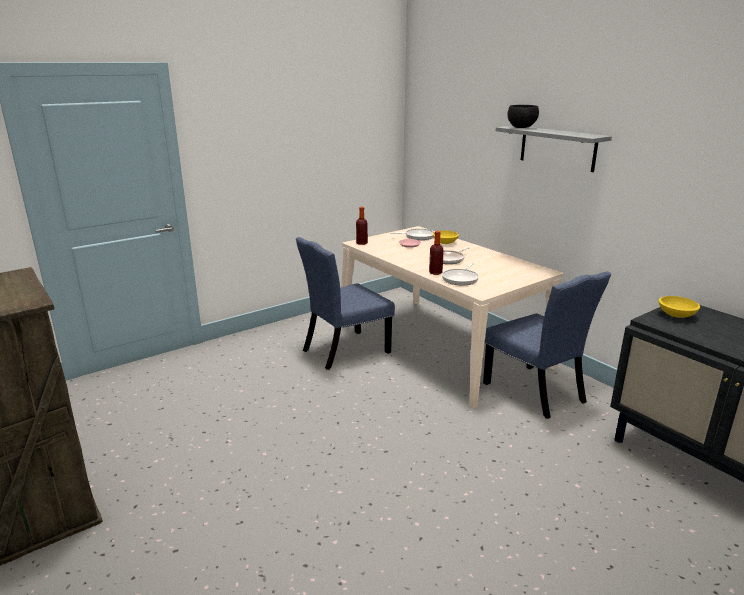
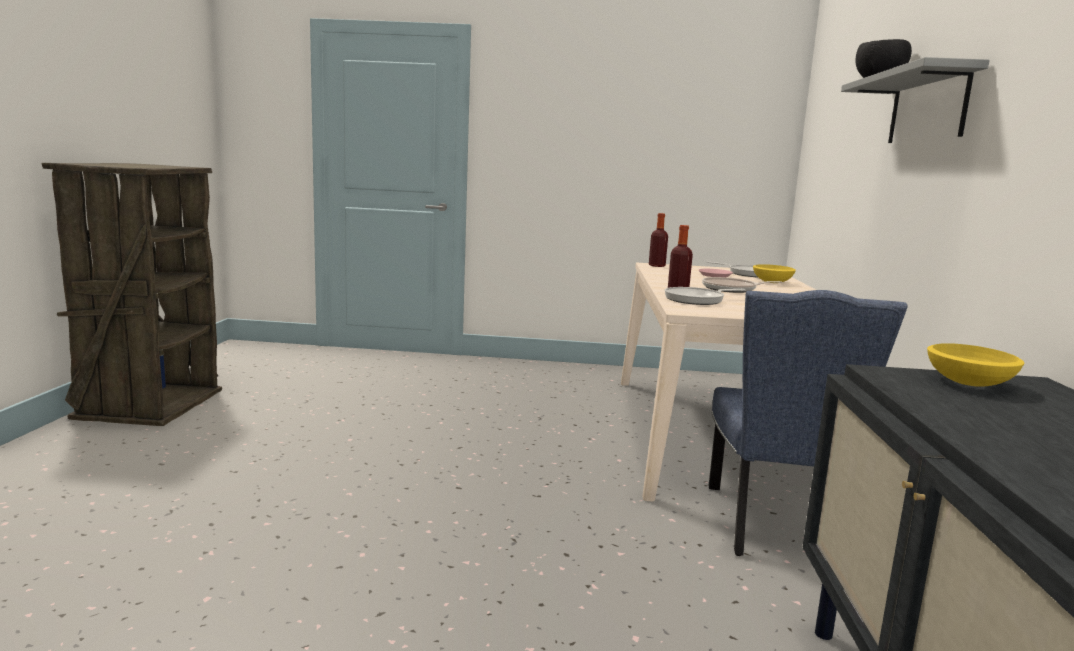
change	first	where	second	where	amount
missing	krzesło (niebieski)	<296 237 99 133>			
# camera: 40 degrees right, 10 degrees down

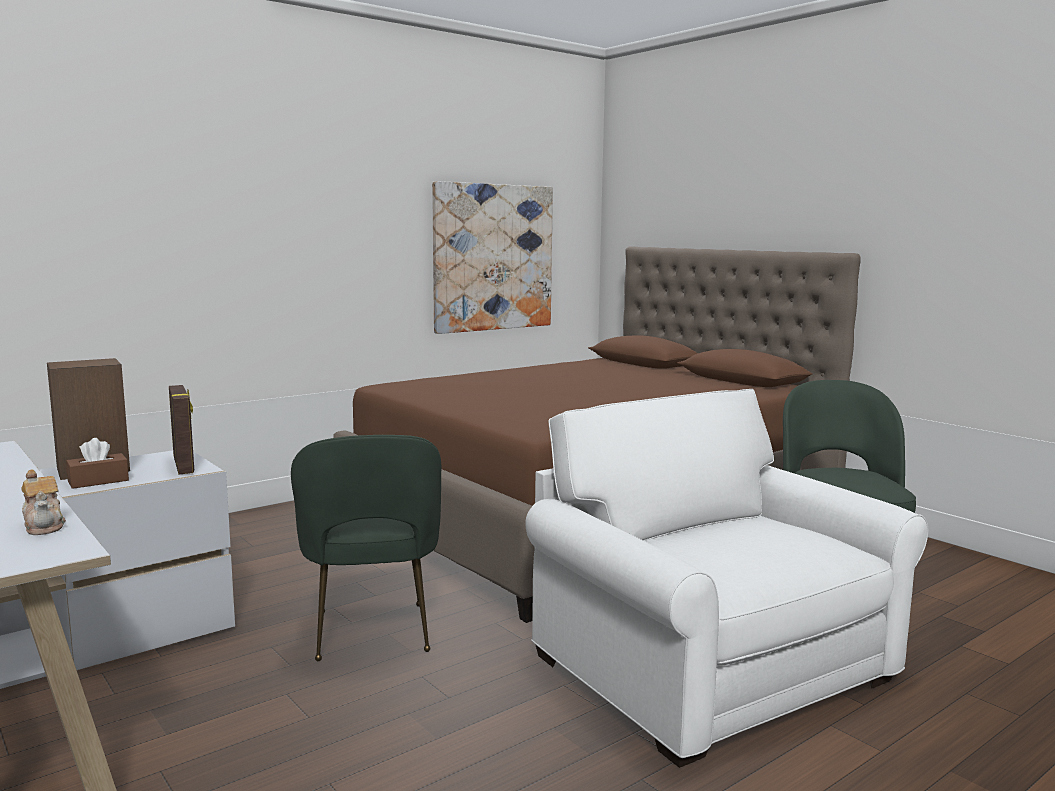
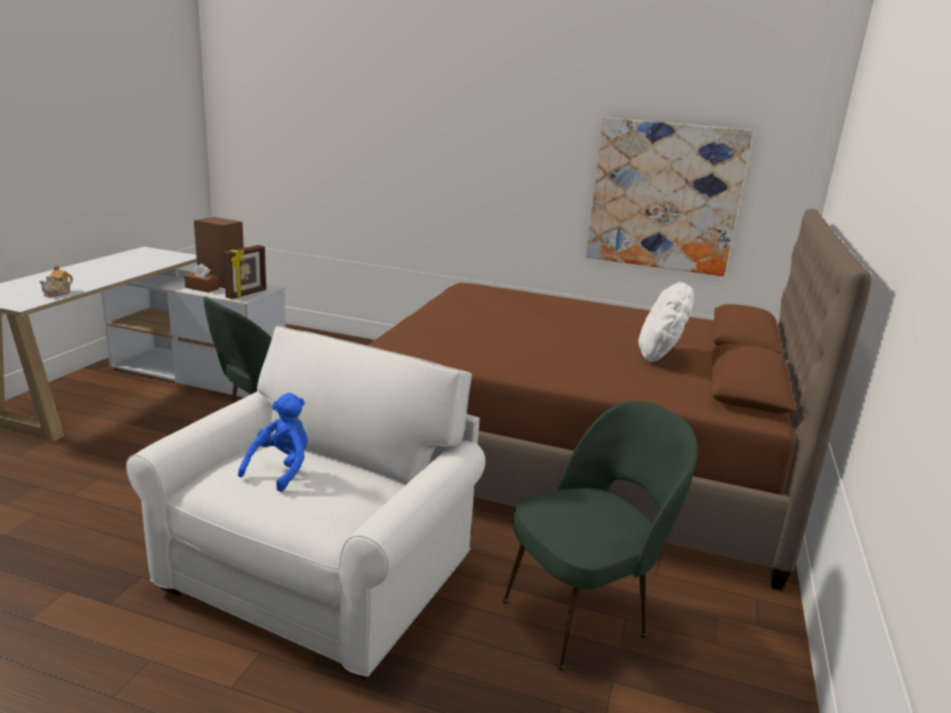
change	first	where	second	where	amount
appeared			pluszak (niebieski)	<238 393 70 99>	
appeared			poduszka (biały)	<638 282 56 80>	
# camera: 55 degrees right, 10 degrees up

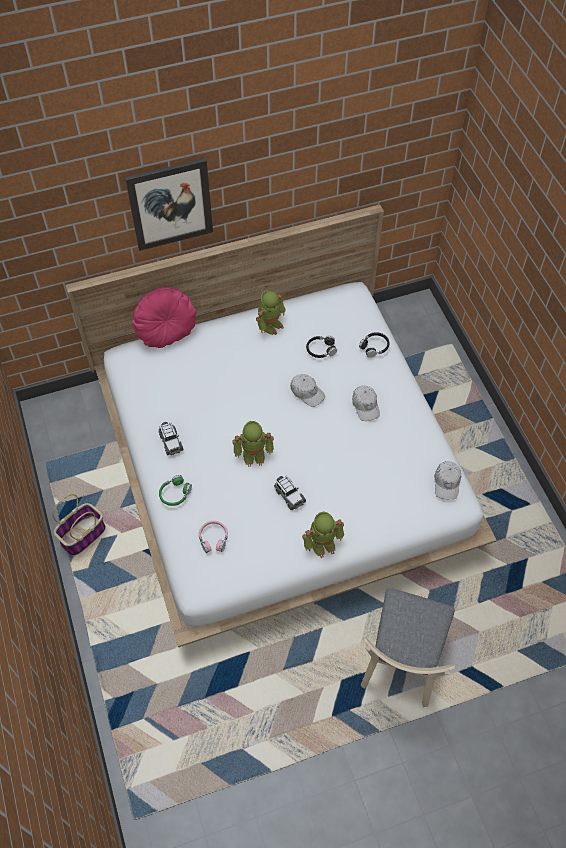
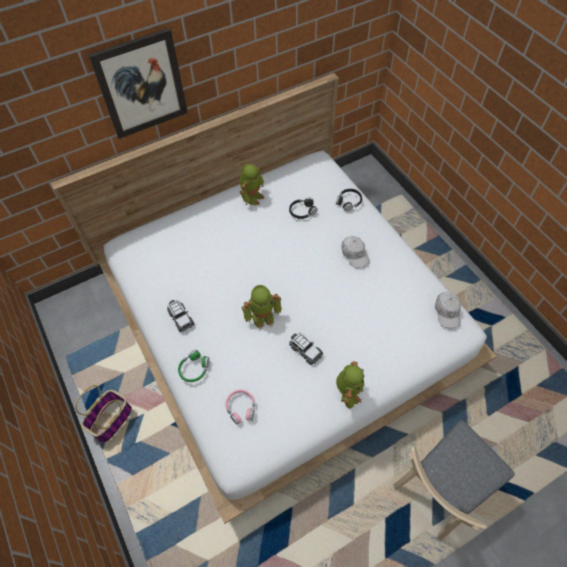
change	first	where	second	where	amount
missing	poduszka (różowy)	<132 287 64 61>			
missing	czapka z daszkiem (biały)	<290 374 35 33>			
spun	robot zabawkowy	<302 511 42 47>		<336 361 29 48>	45 degrees counterclockwise
spun	krzesło (beżowy)	<361 588 95 119>		<393 420 122 121>	45 degrees clockwise
# camera: 10 degrees left, 0 degrees up

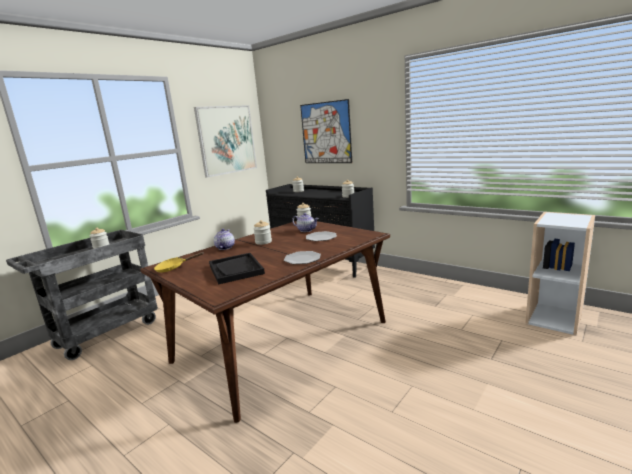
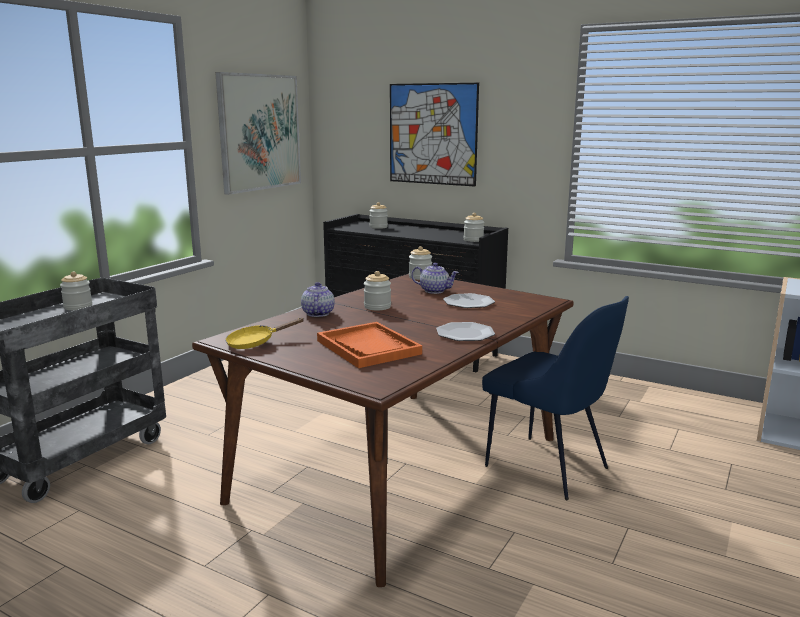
change	first	where	second	where	amount
appeared			krzesło (niebieski)	<482 296 147 204>	
colour	taca (czarny)	<209 253 56 31>	taca (pomarańczowy)	<317 322 105 46>	
# camera: 10 degrees left, 0 degrees up

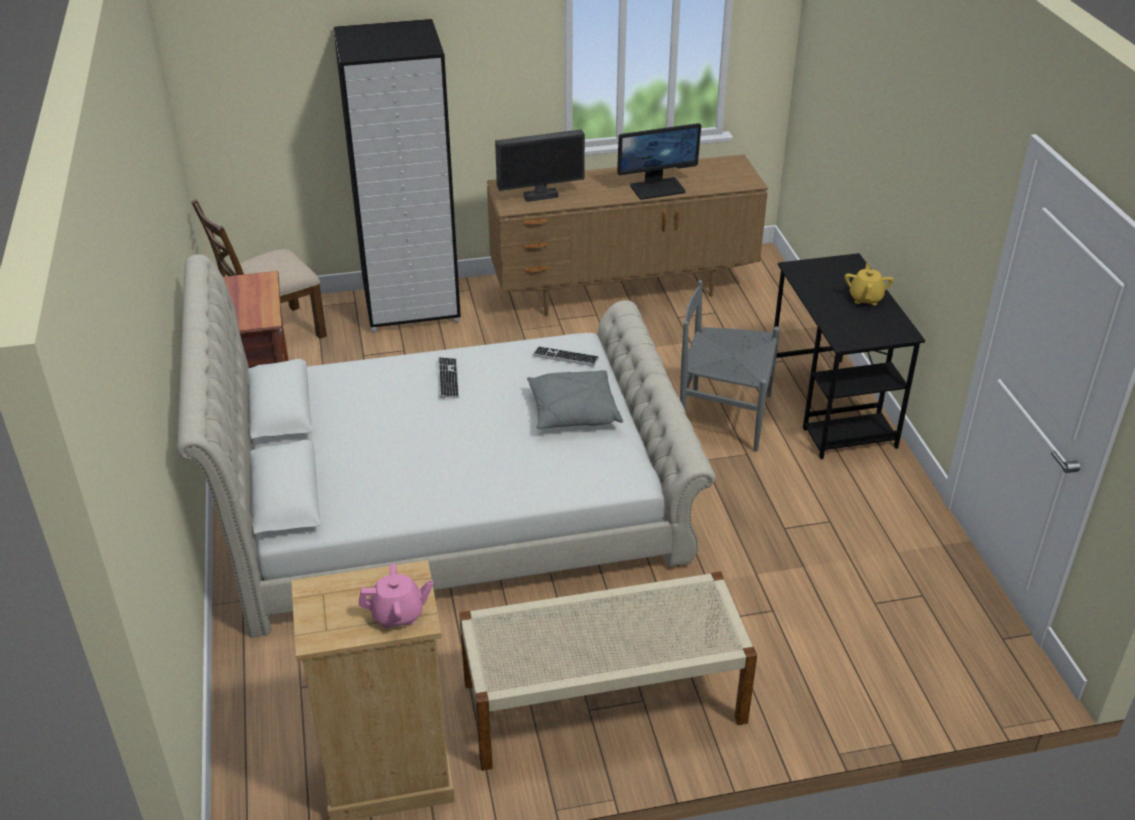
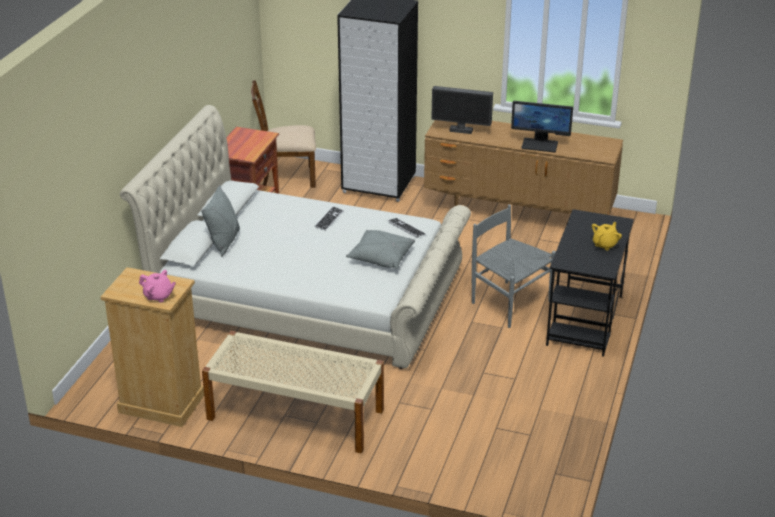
change	first	where	second	where	amount
appeared			poduszka (szary)	<201 185 39 72>	
# camera: 30 degrees right, 5 degrees down

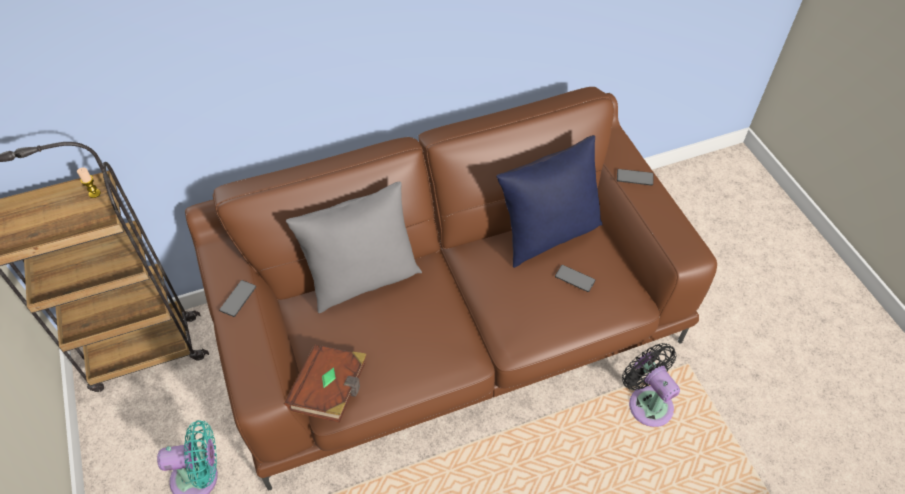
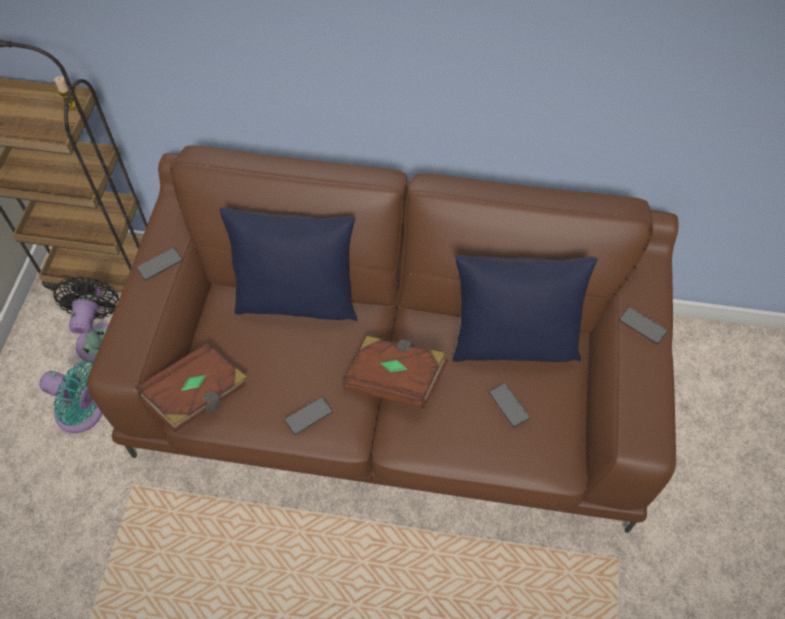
change	first	where	second	where	amount
appeared			telefon	<285 397 48 38>	
appeared			książka (brązowy)	<343 336 104 73>	
relocated	wentylator (czarny)	<622 343 58 84>		<53 276 66 87>	
colour	poduszka (szary)	<286 182 136 131>	poduszka (niebieski)	<219 207 138 114>	
# camera: 30 degrees right, 5 degrees up

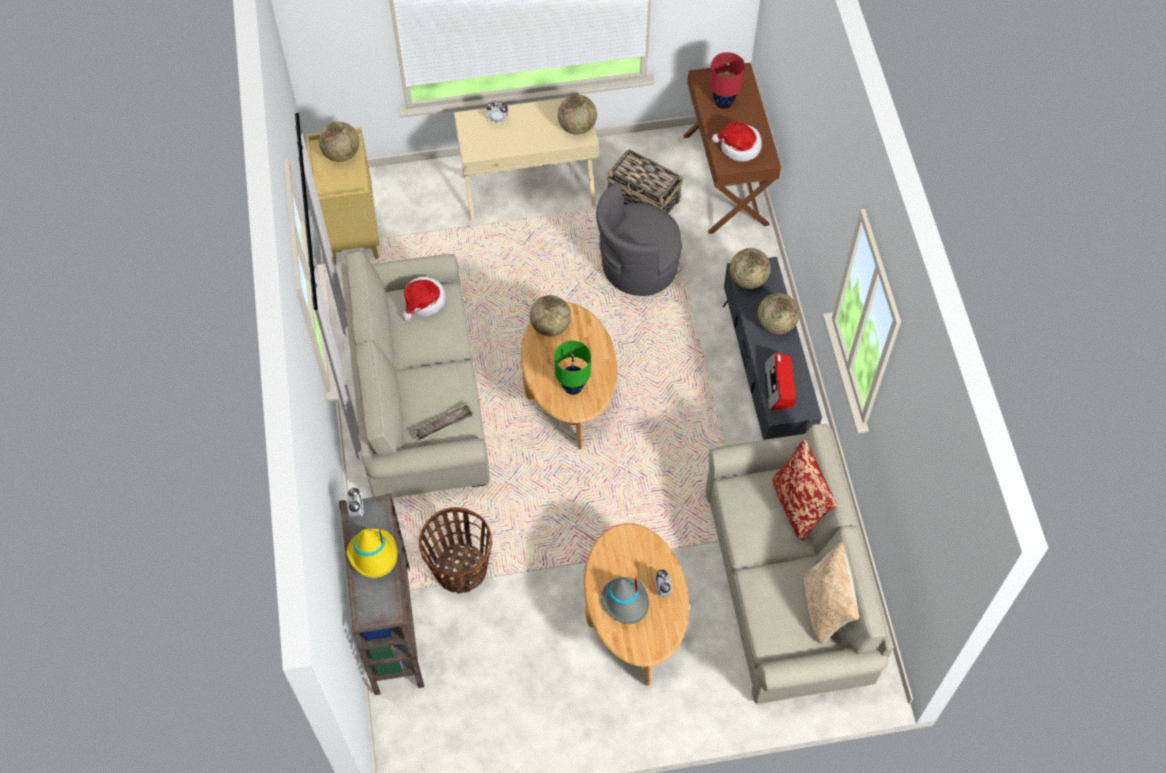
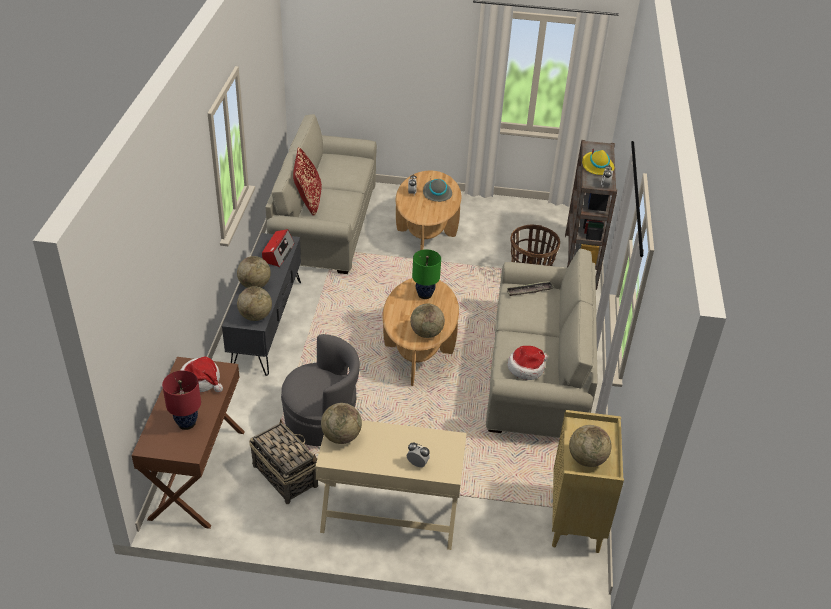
change	first	where	second	where	amount
missing	poduszka (beżowy)	<804 542 55 102>			
# camera: 165 degrees left, 20 degrees down

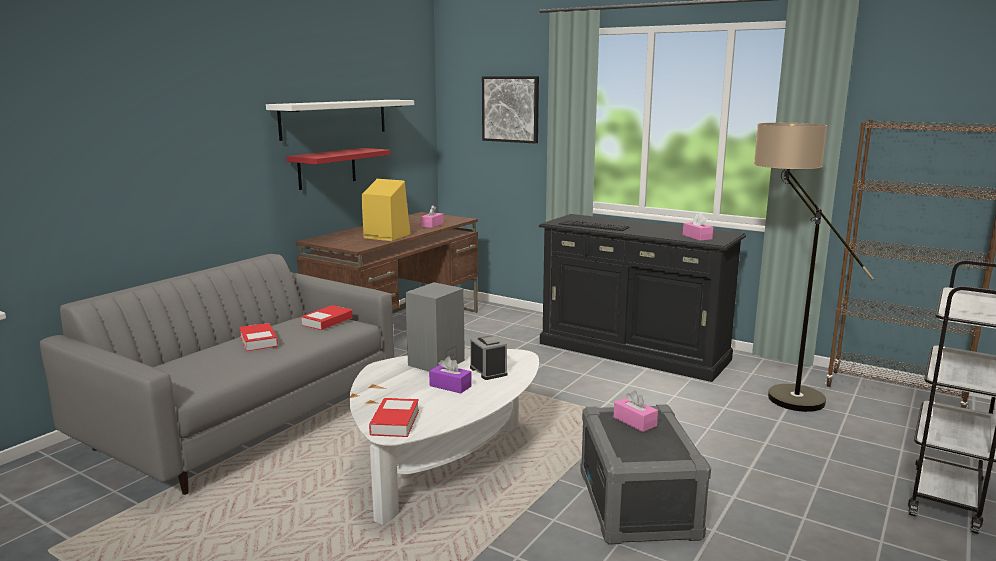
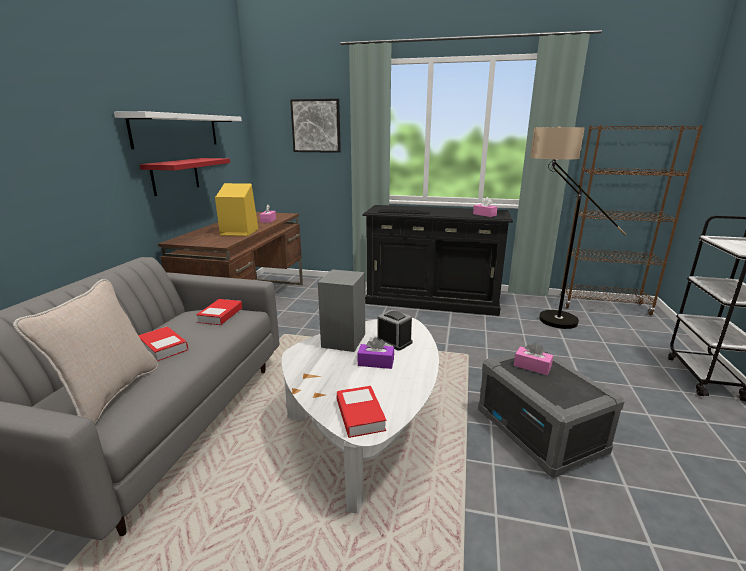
change	first	where	second	where	amount
appeared			poduszka (beżowy)	<13 279 145 145>	
# camera: 20 degrees left, 5 degrees up

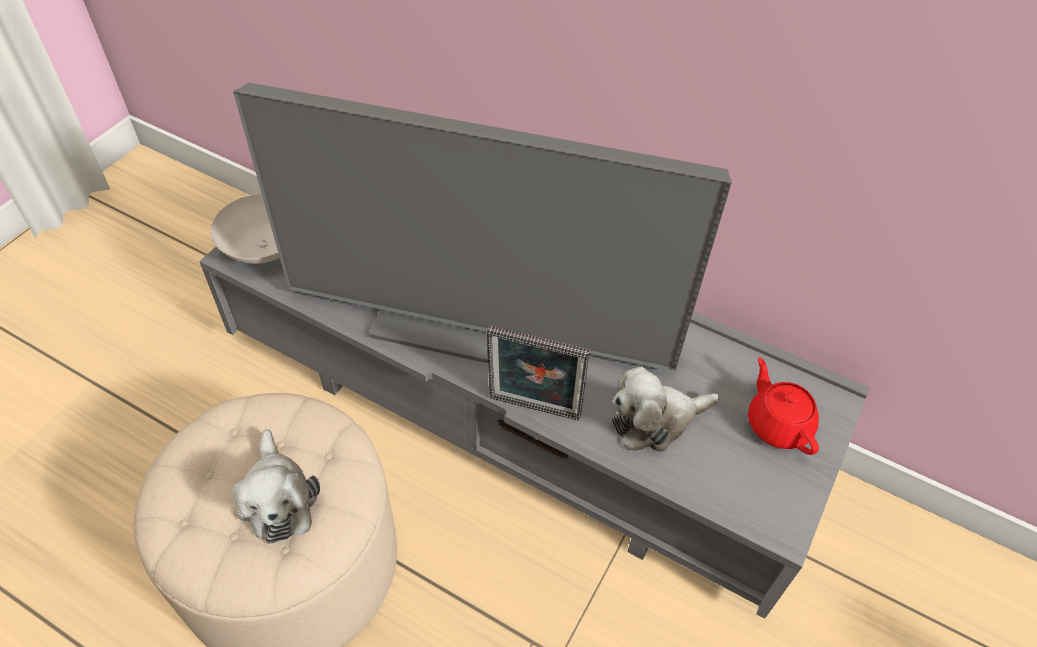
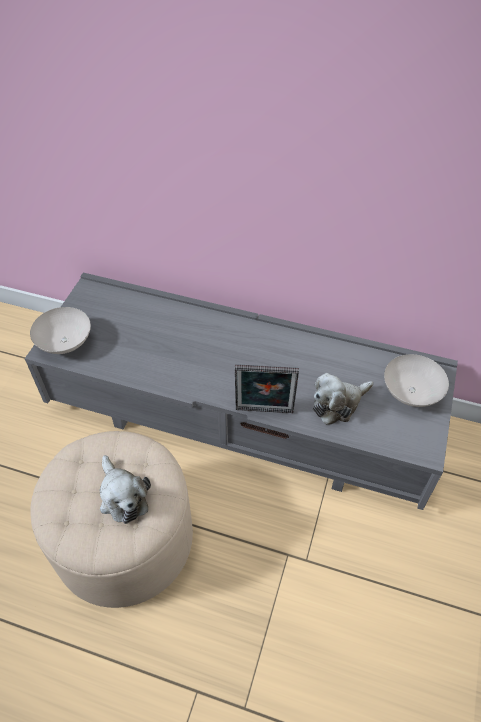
change	first	where	second	where	amount
missing	telewizor	<233 83 499 289>			
exchanged	imbryk (czerwony)	<748 357 71 98>	miska (biały)	<384 354 65 53>	
# camera: 10 degrees left, 0 degrees up

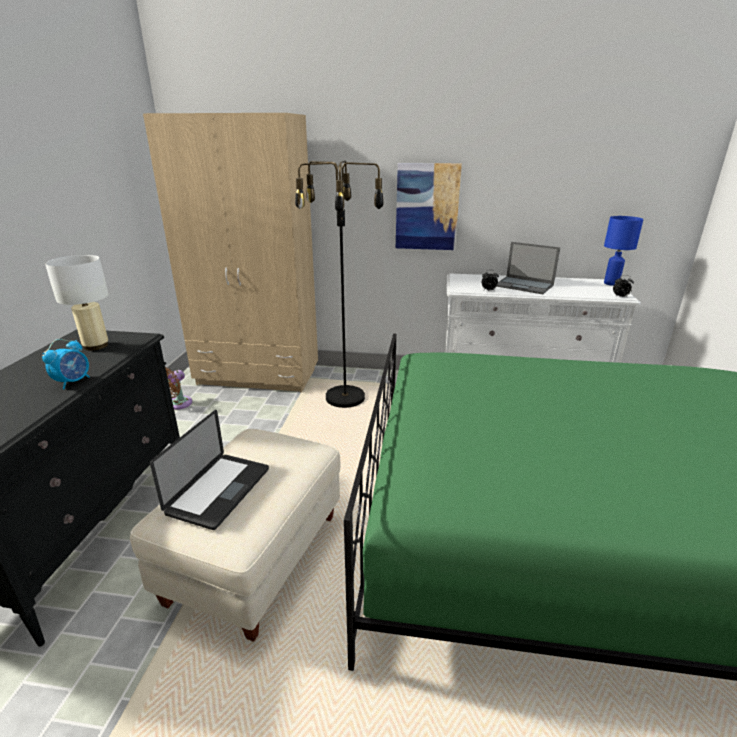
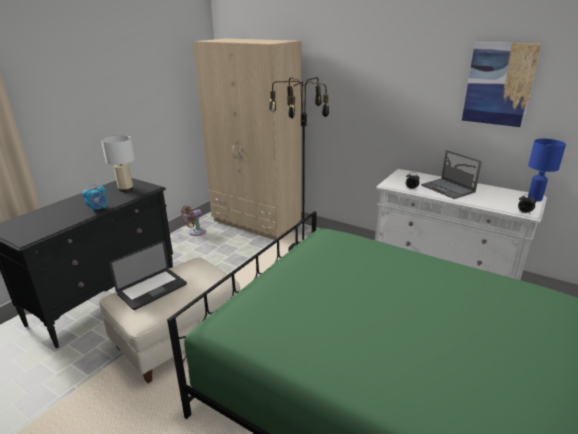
change	first	where	second	where	amount
relocated	obraz	<396 163 66 87>		<462 42 80 85>	
# camera: 25 degrees right, 0 degrees up

